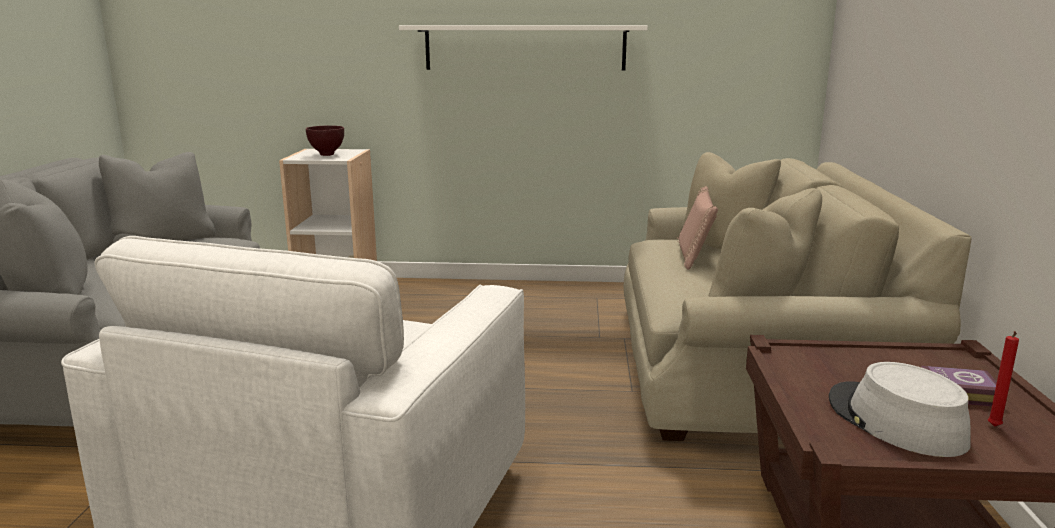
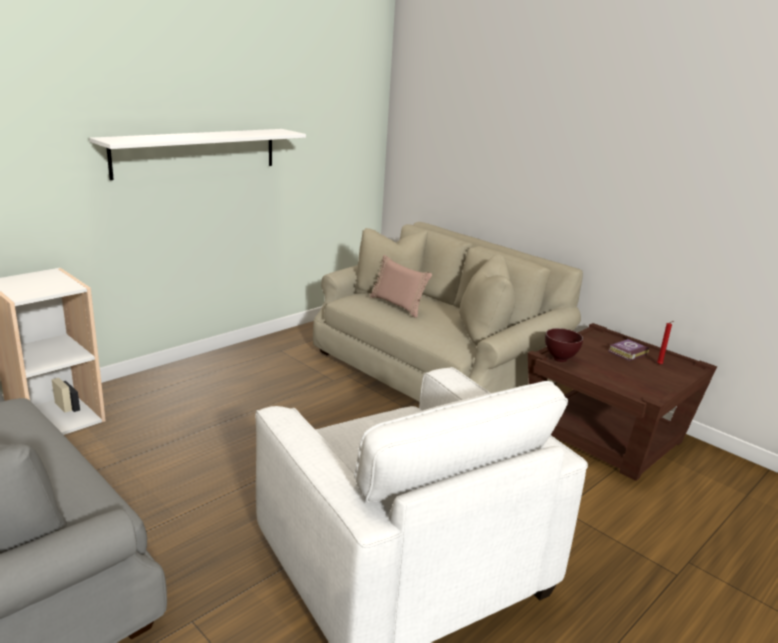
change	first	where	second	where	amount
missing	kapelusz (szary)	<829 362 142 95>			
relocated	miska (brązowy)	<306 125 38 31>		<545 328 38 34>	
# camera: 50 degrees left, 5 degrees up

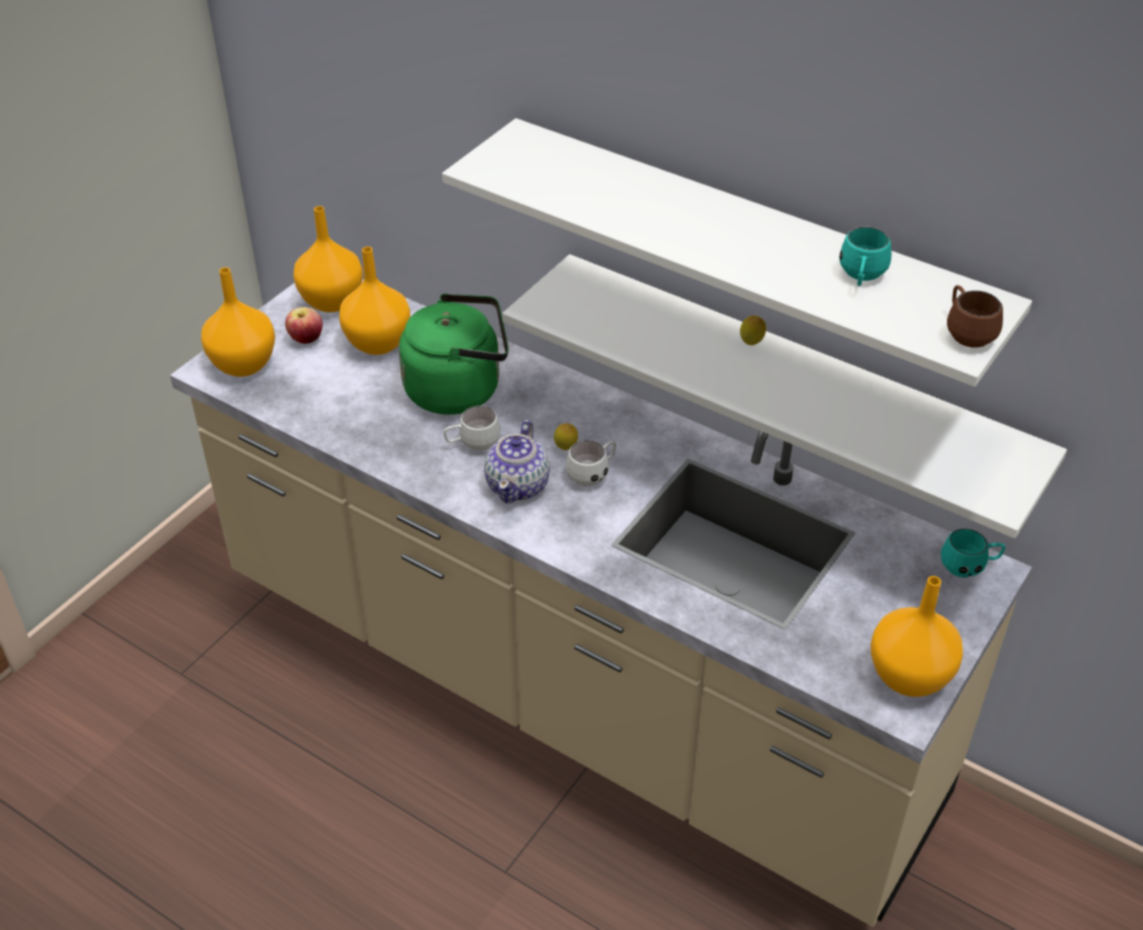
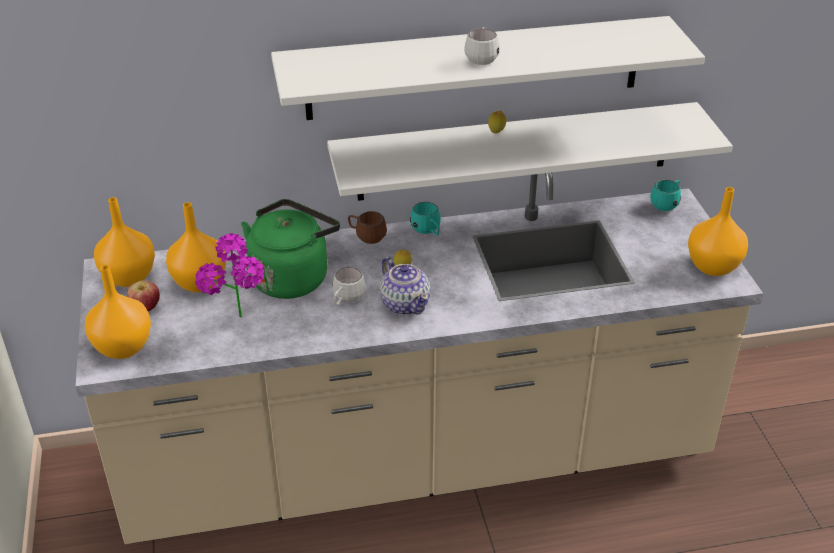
change	first	where	second	where	amount
appeared			roślina doniczkowa	<195 233 69 84>	
relocated	kubek (biały)	<566 440 50 46>		<464 27 36 38>	
relocated	kubek (turkusowy)	<839 227 52 59>		<410 202 31 34>	
relocated	kubek (brązowy)	<947 285 56 63>		<348 211 39 33>	
# camera: 45 degrees left, 5 degrees down

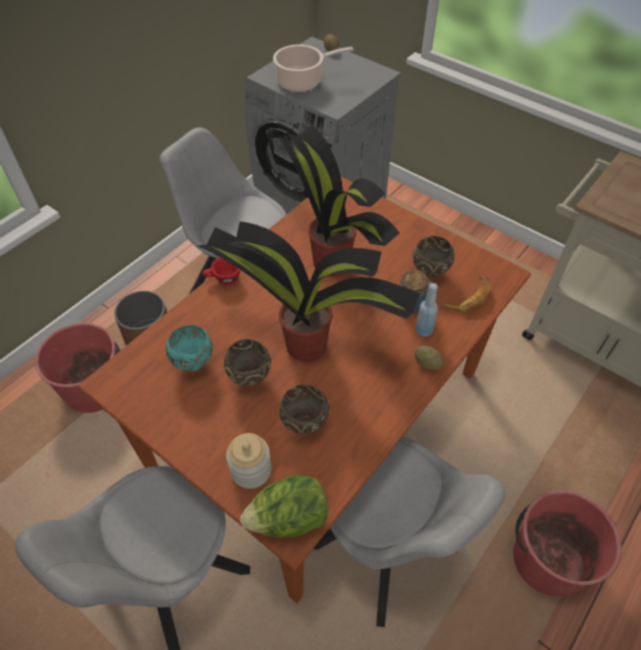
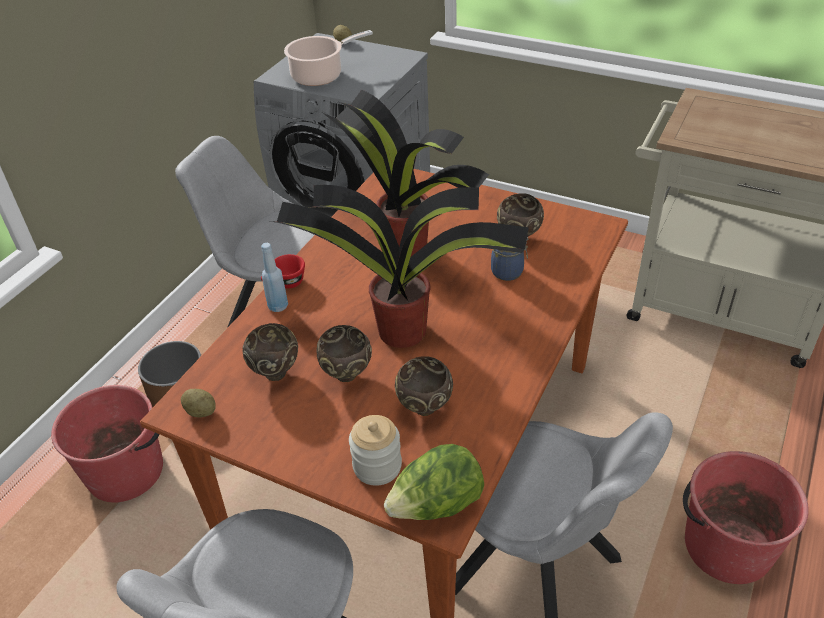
change	first	where	second	where	amount
missing	banan	<443 276 49 35>			
relocated	butelka (niebieski)	<415 283 23 53>		<261 243 27 69>	
relocated	ziemniak	<415 345 28 25>		<181 389 35 28>	
colour	miska (turkusowy)	<166 325 47 46>	miska (brązowy)	<243 323 55 58>	
# camera: 10 degrees left, 10 degrees down

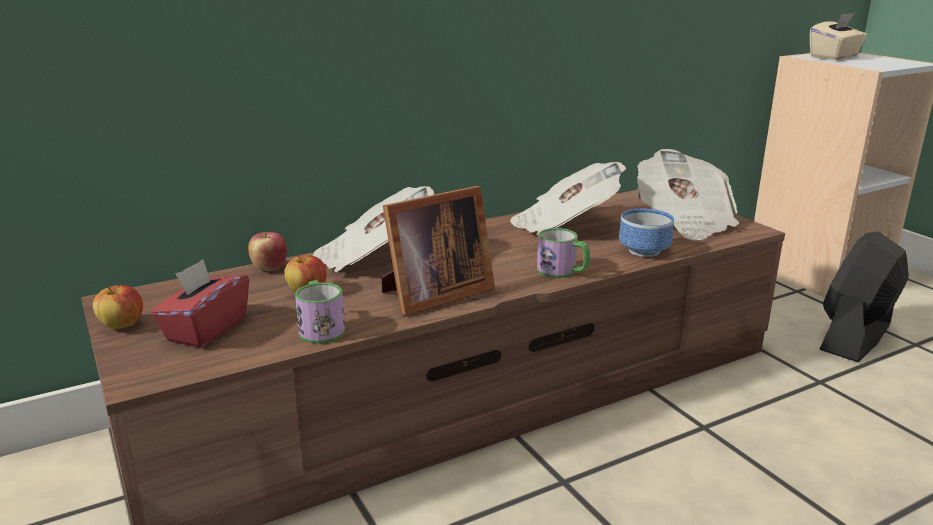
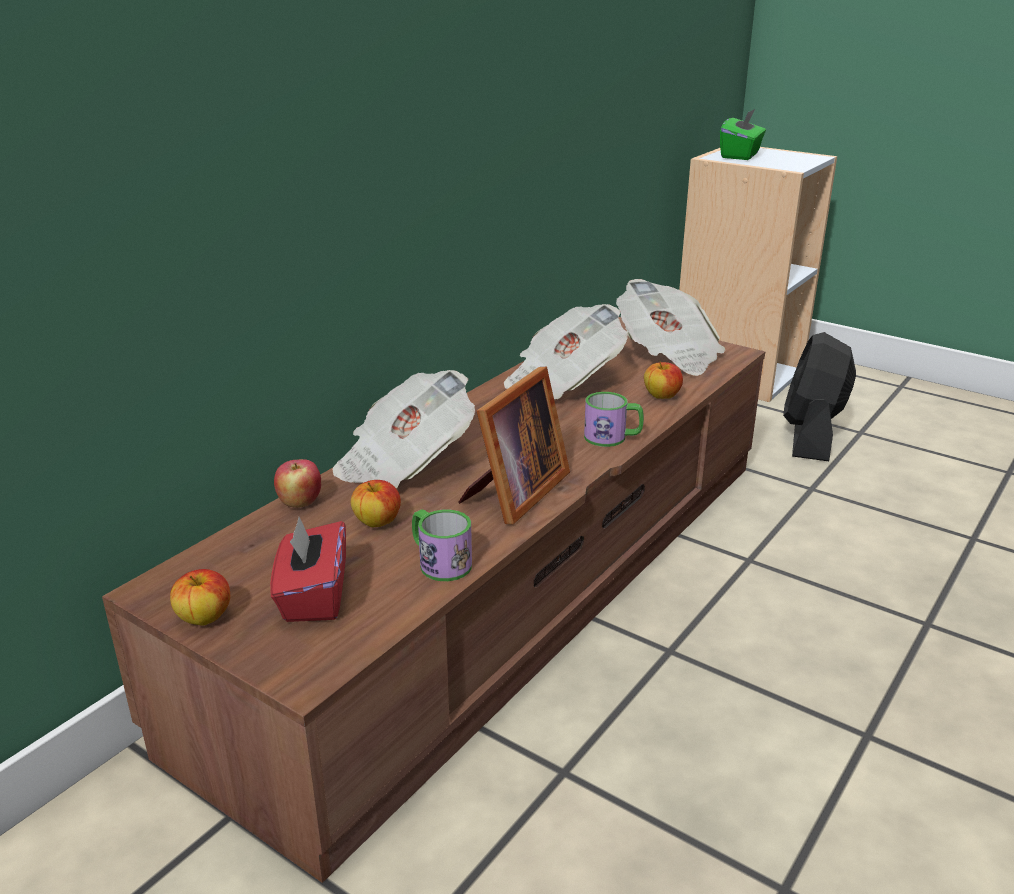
change	first	where	second	where	amount
exchanged	miska	<619 209 55 48>	jabłko	<644 362 39 37>	
colour	pudełko chusteczek (beżowy)	<810 13 57 47>	pudełko chusteczek (zielony)	<720 109 46 51>	
# camera: 25 degrees left, 5 degrees up

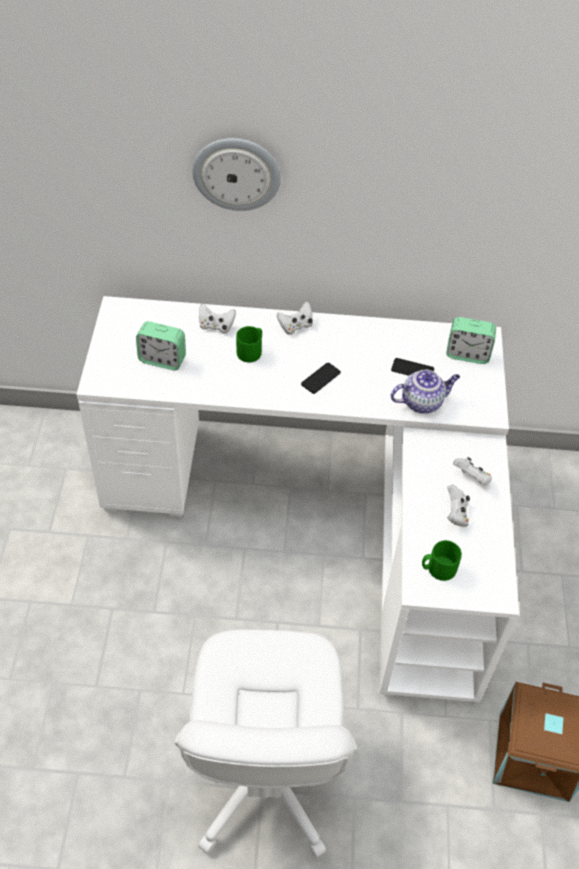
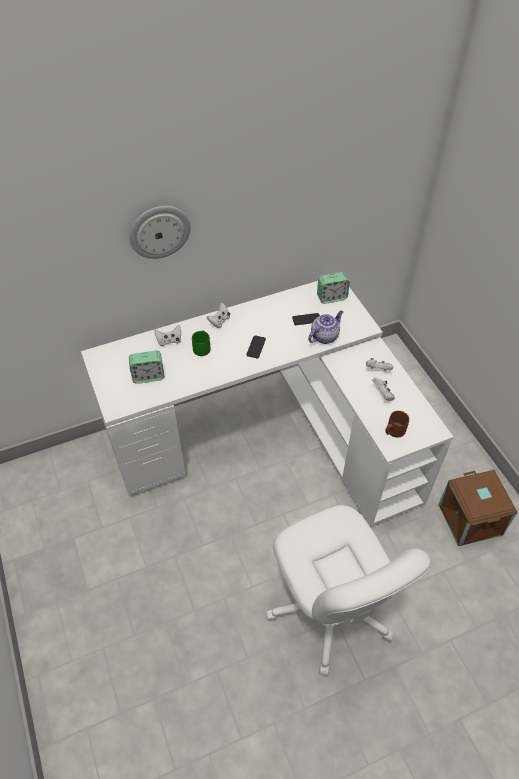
change	first	where	second	where	amount
colour	kubek (zielony)	<422 540 40 41>	kubek (brązowy)	<385 411 24 27>	
# camera: 25 degrees left, 0 degrees up

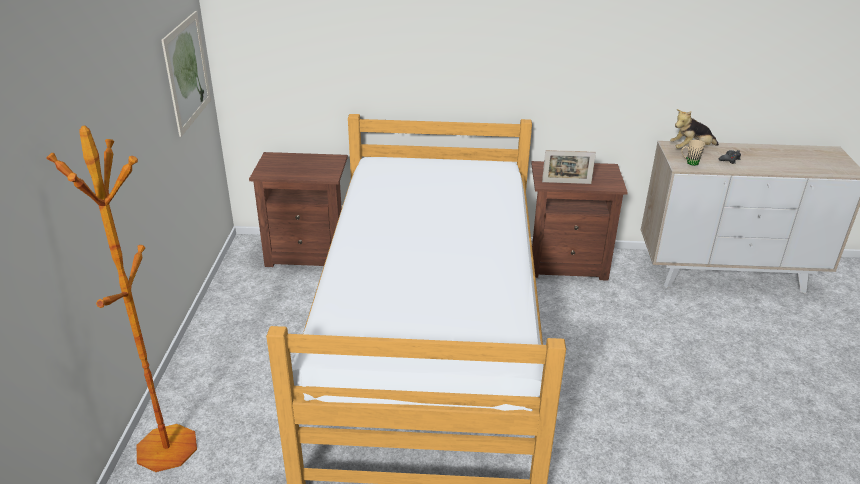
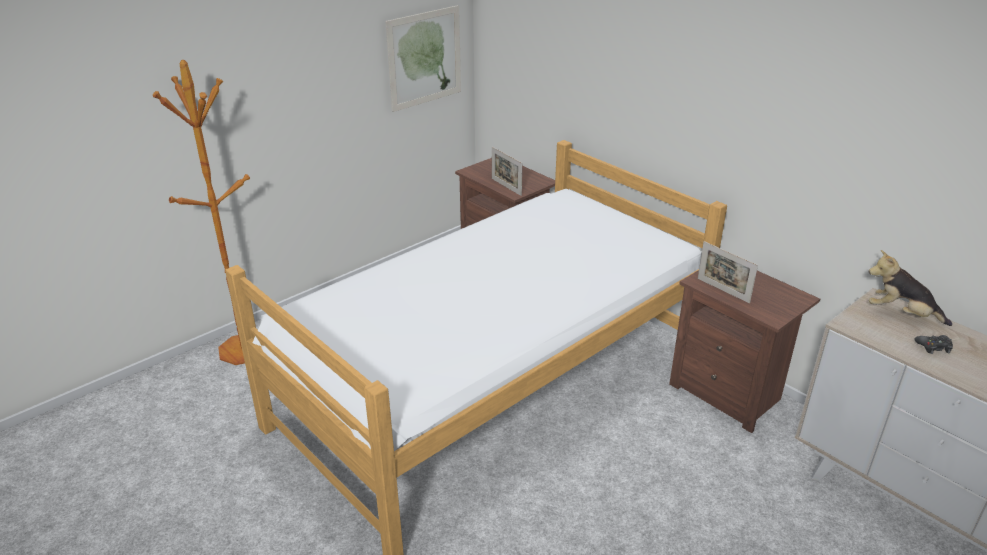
change	first	where	second	where	amount
missing	kubek (beżowy)	<681 140 24 26>			
appeared			ramka na zdjęcie	<492 147 30 49>	
# camera: 45 degrees right, 0 degrees up

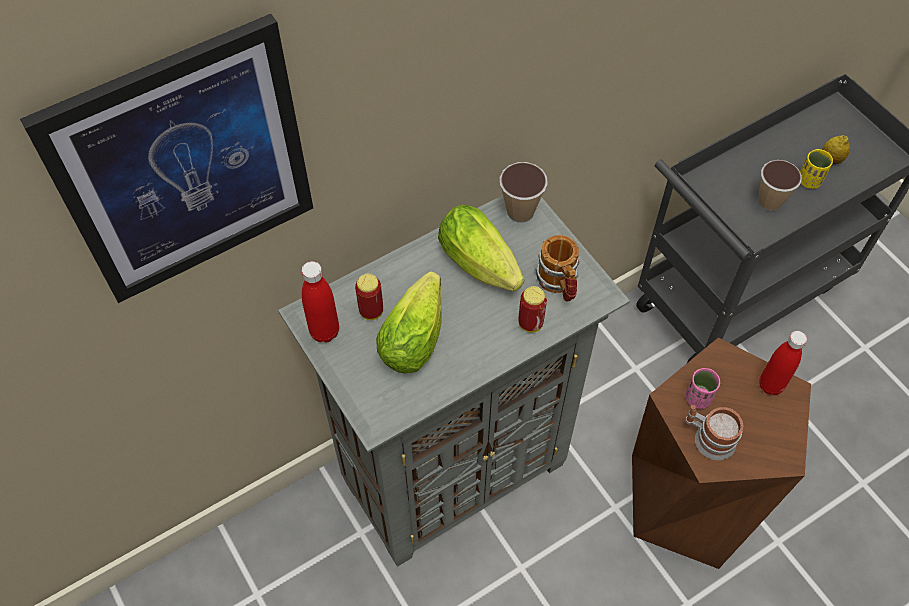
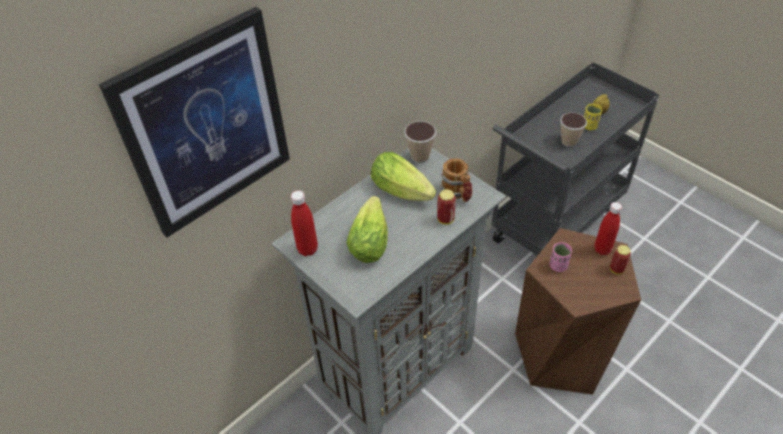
change	first	where	second	where	amount
missing	kubek	<685 405 58 55>			
relocated	puszka	<355 274 28 46>		<610 245 21 29>	
# camera: 10 degrees left, 10 degrees down

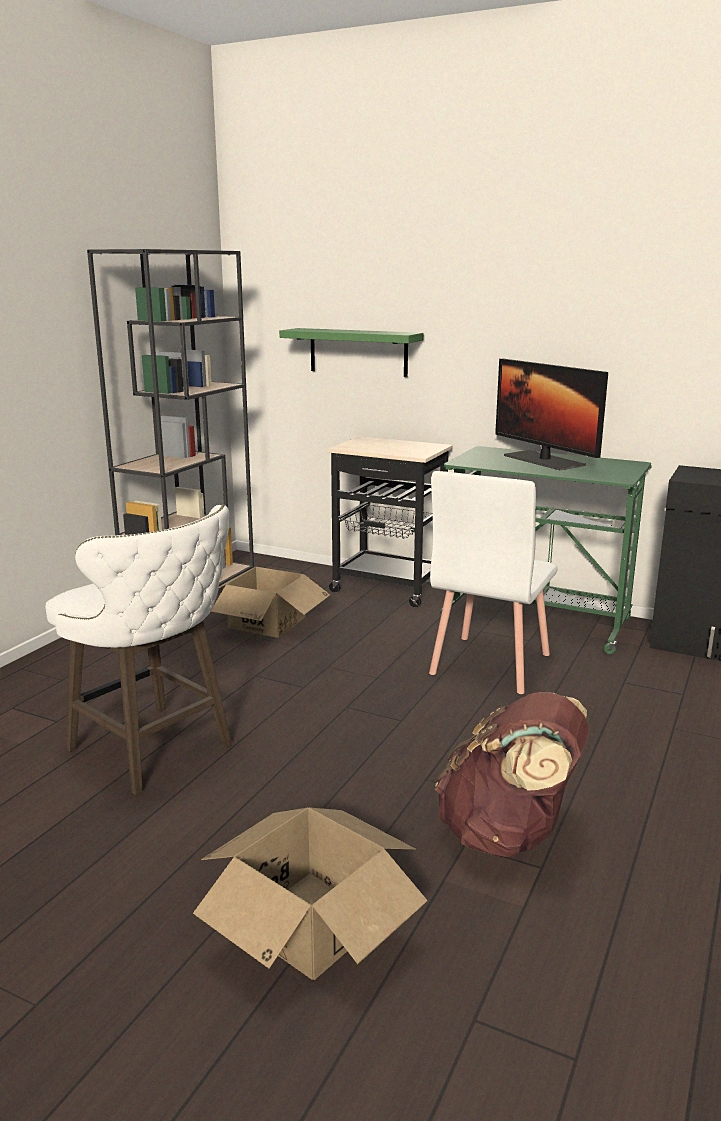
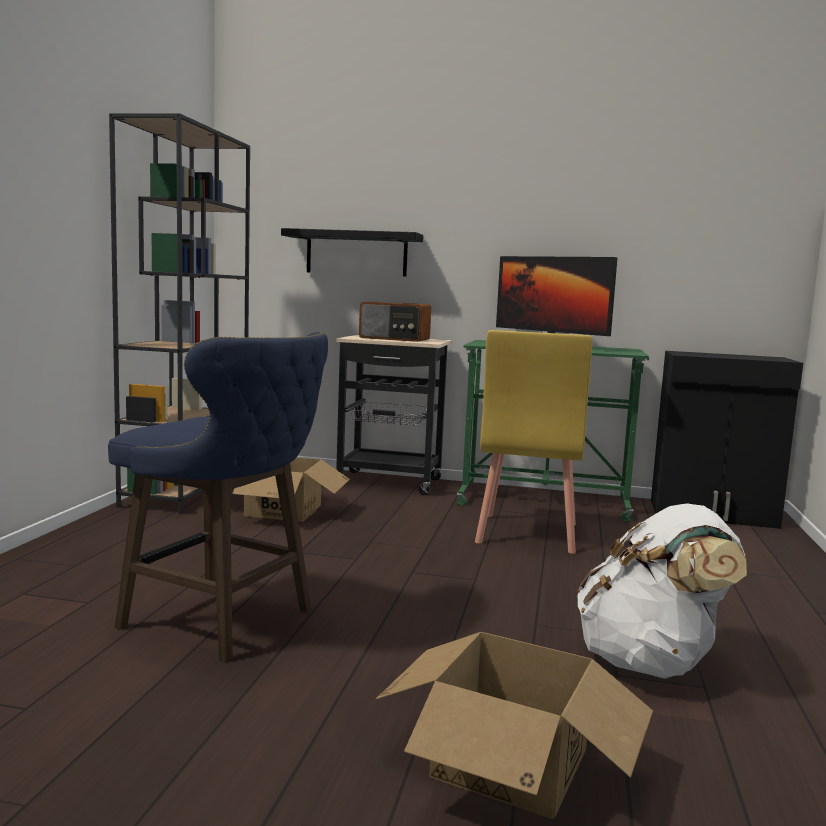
change	first	where	second	where	amount
appeared			radio	<359 302 72 40>	
colour	stołek (biały)	<45 504 187 291>	stołek (niebieski)	<108 331 220 332>	
colour	półka (zielony)	<279 328 144 49>	półka (czarny)	<281 228 142 48>	
colour	krzesło (biały)	<429 471 129 223>	krzesło (żółty)	<475 330 117 224>	
colour	plecak (brązowy)	<435 692 155 165>	plecak (biały)	<577 503 170 176>	
# camera: 15 degrees left, 10 degrees down

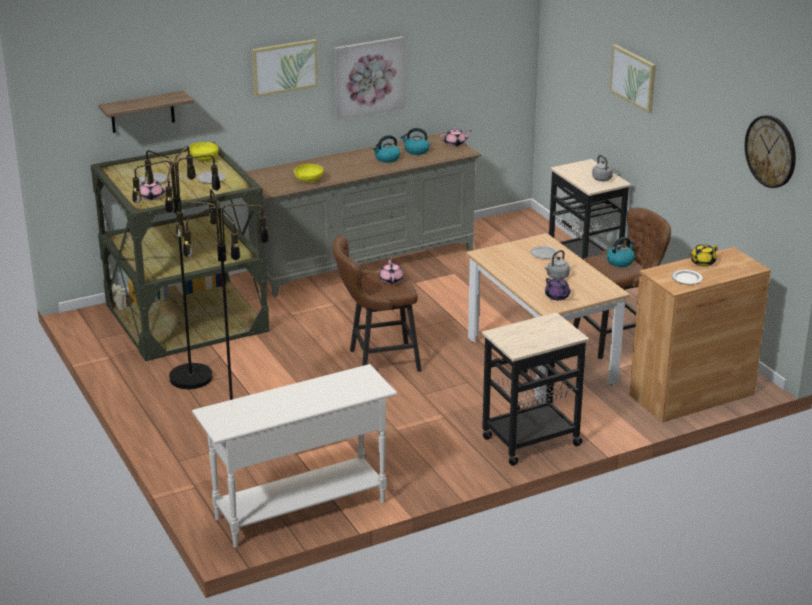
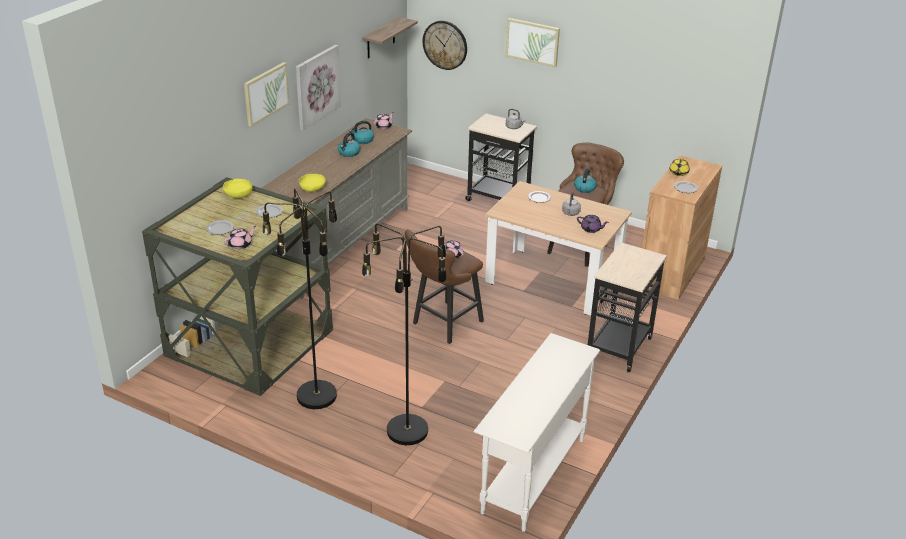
change	first	where	second	where	amount
relocated	półka	<98 90 96 43>		<362 17 56 41>	
relocated	zegar ścienny	<745 115 51 73>		<423 21 44 49>	
# camera: 35 degrees left, 5 degrees up

